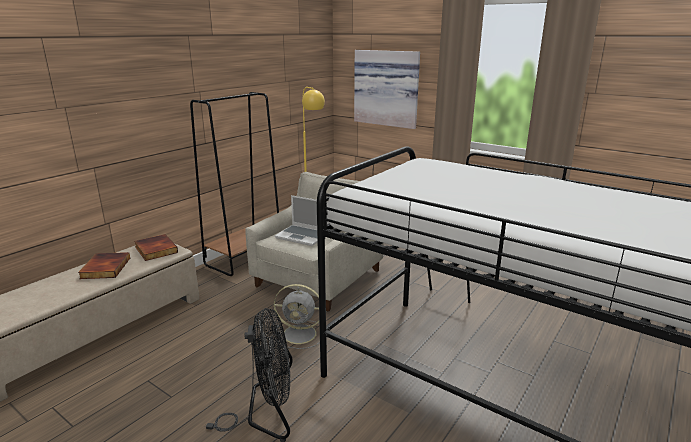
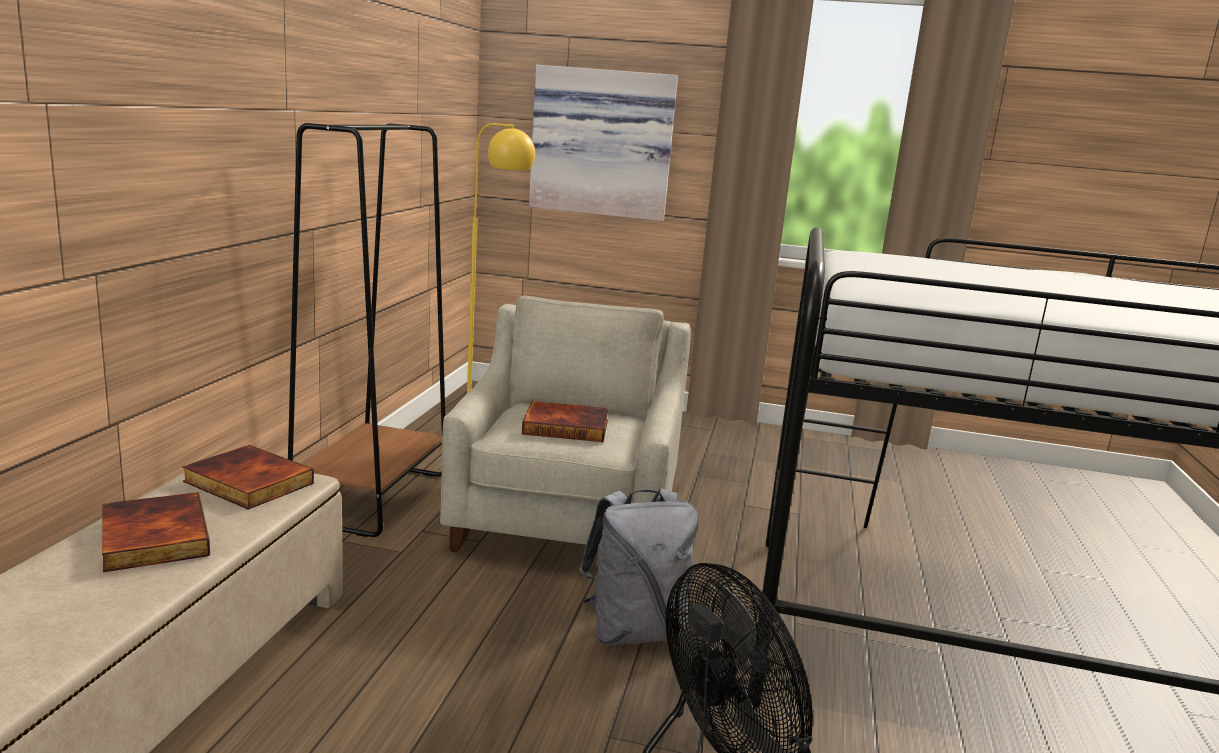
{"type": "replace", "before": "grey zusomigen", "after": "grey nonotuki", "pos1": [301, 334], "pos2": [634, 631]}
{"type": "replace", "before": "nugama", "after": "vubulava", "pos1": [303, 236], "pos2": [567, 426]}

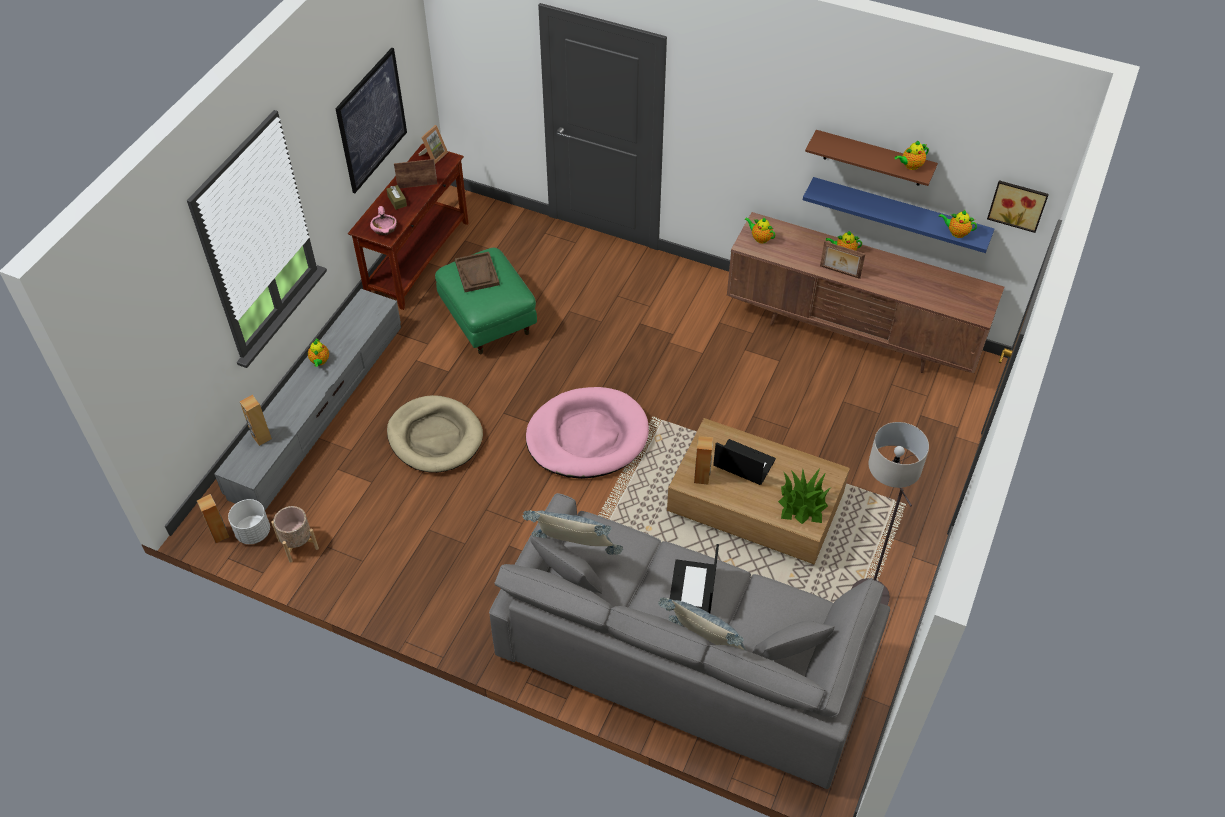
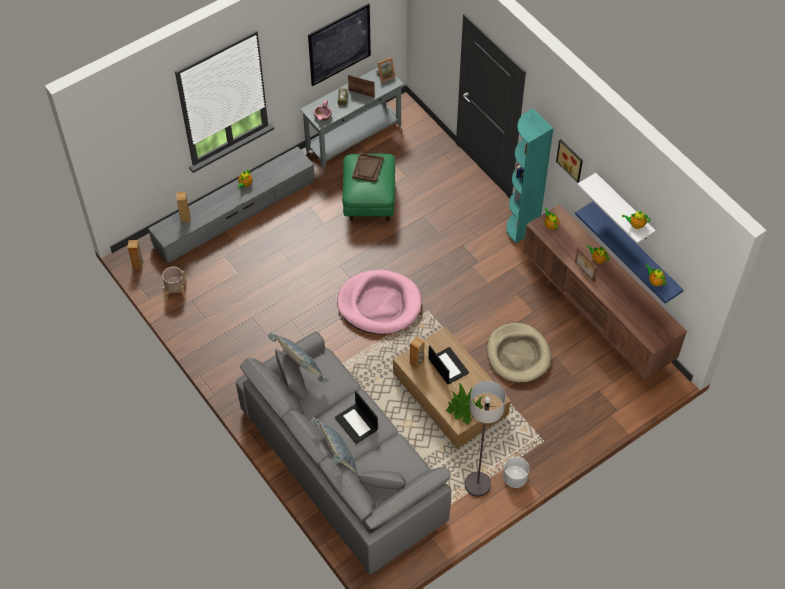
{"type": "insert", "after": "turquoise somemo", "pos2": [519, 229]}
{"type": "move", "before": "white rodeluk", "pos1": [253, 532], "pos2": [515, 478]}
{"type": "move", "before": "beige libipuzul", "pos1": [435, 437], "pos2": [518, 355]}
{"type": "move", "before": "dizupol", "pos1": [1018, 204], "pos2": [571, 159]}
{"type": "recolor", "before": "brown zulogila", "after": "grey zulogila", "pos1": [418, 258], "pos2": [354, 137]}
{"type": "recolor", "before": "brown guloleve", "after": "white guloleve", "pos1": [873, 158], "pos2": [623, 208]}
{"type": "rotate", "before": "nugama", "pos1": [693, 588], "pos2": [357, 424], "turn": -75}

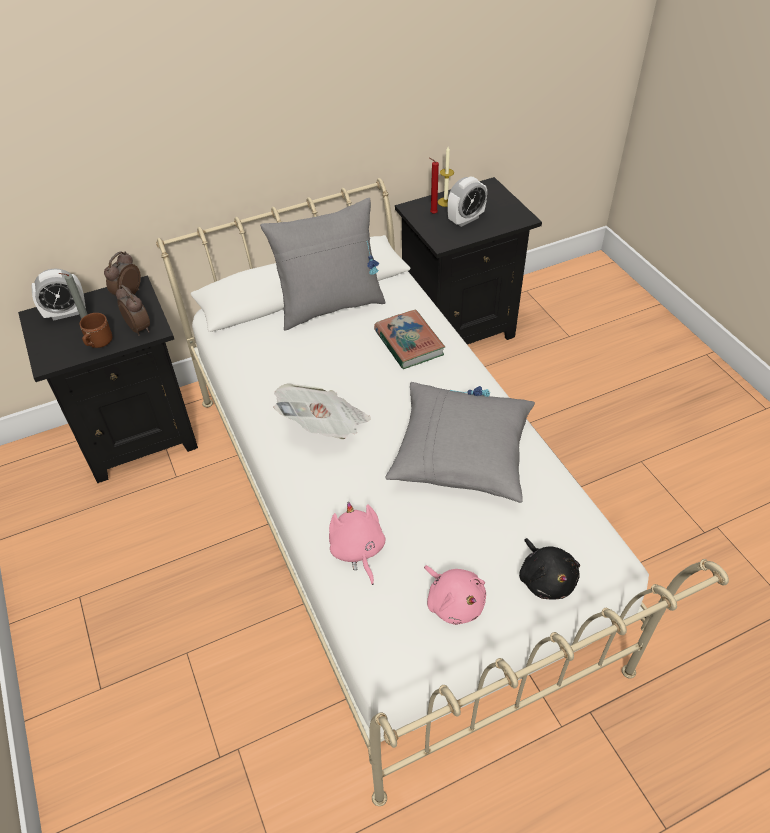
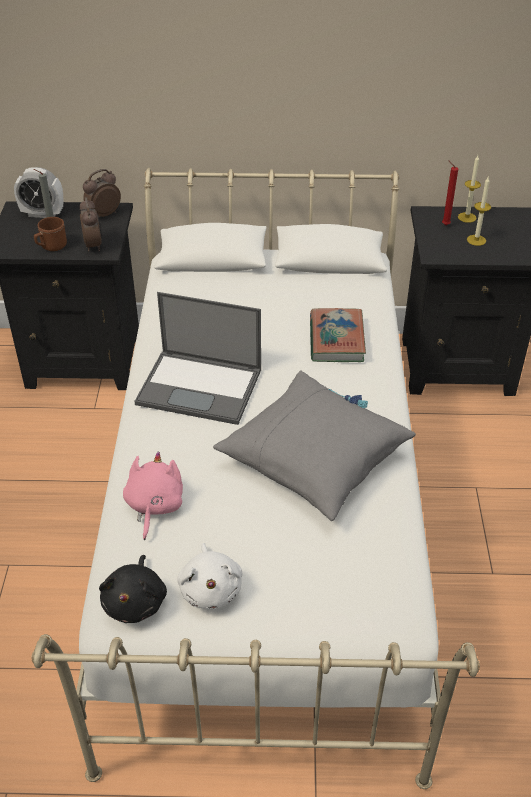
{"type": "delete", "before": "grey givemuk", "pos1": [330, 307]}
{"type": "move", "before": "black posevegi", "pos1": [546, 578], "pos2": [136, 602]}
{"type": "replace", "before": "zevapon", "after": "nugama", "pos1": [325, 426], "pos2": [201, 387]}
{"type": "replace", "before": "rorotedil", "after": "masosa", "pos1": [466, 219], "pos2": [476, 240]}
{"type": "recolor", "before": "pink posevegi", "after": "white posevegi", "pos1": [454, 602], "pos2": [211, 588]}

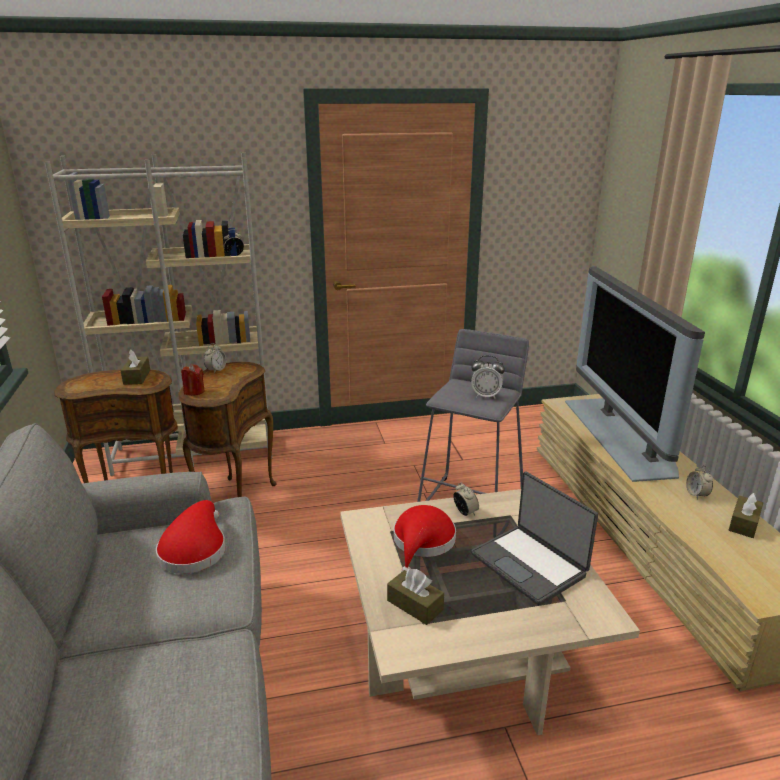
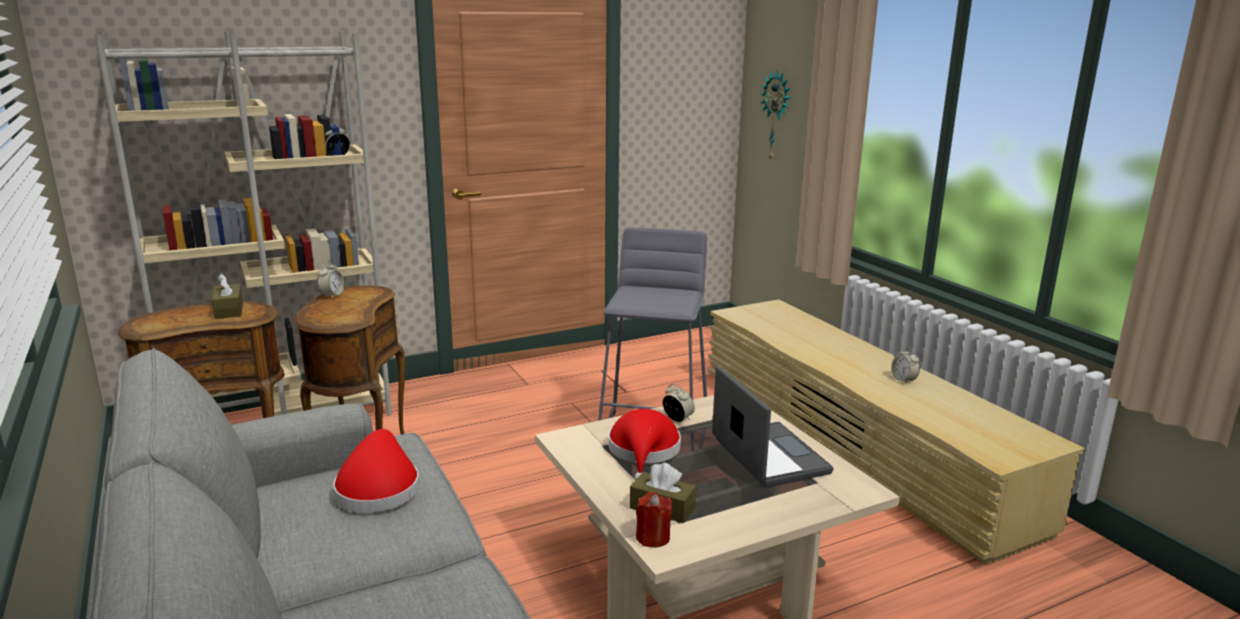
{"type": "delete", "before": "rorotedil", "pos1": [486, 396]}
{"type": "delete", "before": "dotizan", "pos1": [621, 436]}
{"type": "delete", "before": "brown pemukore", "pos1": [744, 524]}
{"type": "insert", "after": "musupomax", "pos2": [776, 116]}
{"type": "move", "before": "red masosa", "pos1": [194, 391], "pos2": [653, 537]}
{"type": "rotate", "before": "nugama", "pos1": [530, 564], "pos2": [767, 456], "turn": -150}

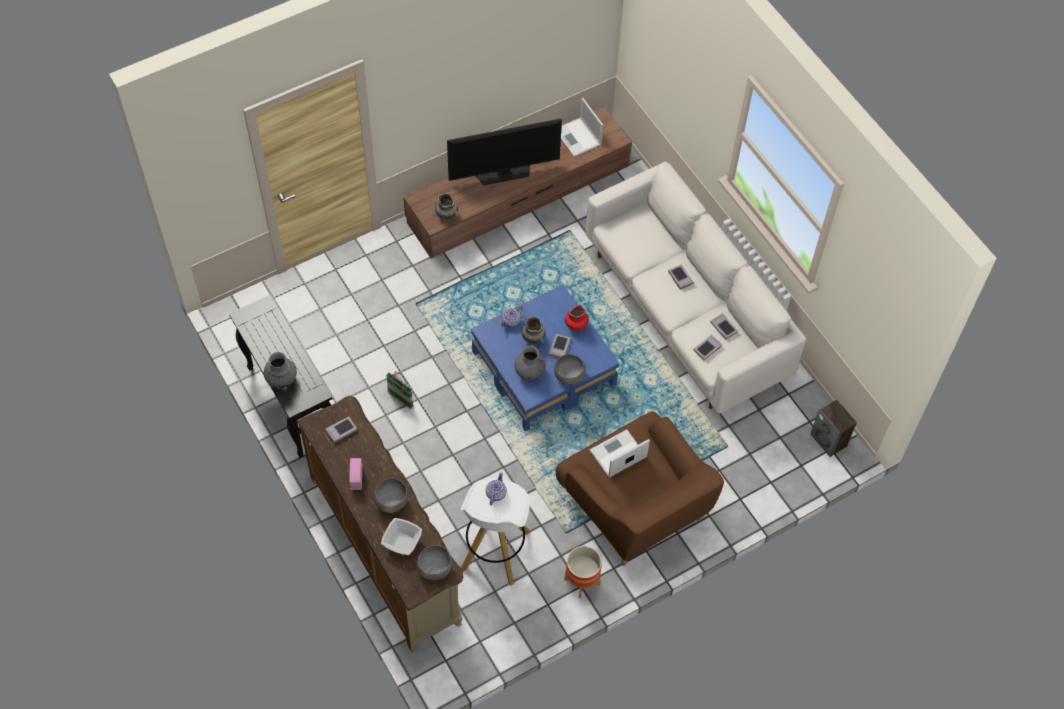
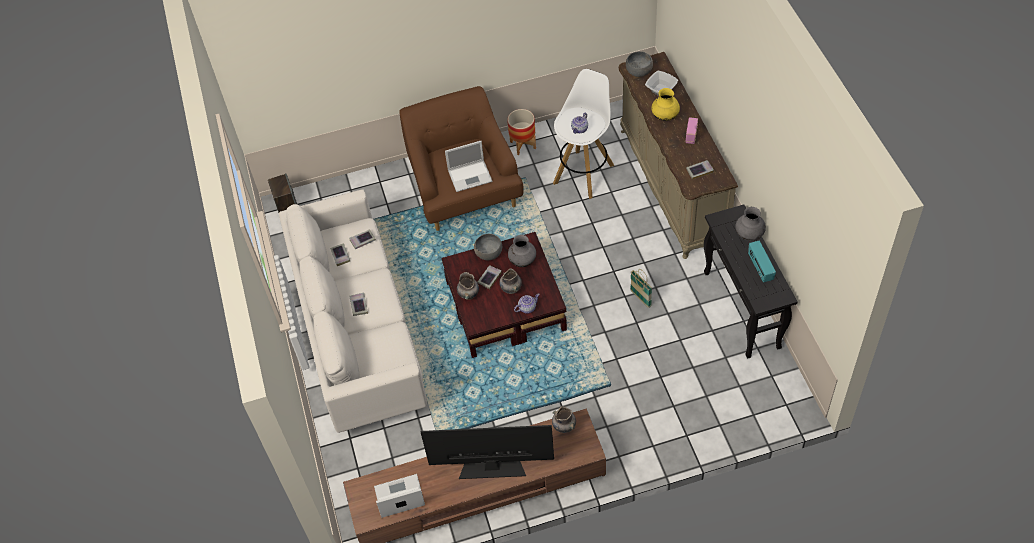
{"type": "insert", "after": "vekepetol", "pos2": [760, 268]}
{"type": "replace", "before": "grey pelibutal", "after": "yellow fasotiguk", "pos1": [391, 501], "pos2": [665, 116]}
{"type": "recolor", "before": "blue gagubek", "after": "brown gagubek", "pos1": [545, 368], "pos2": [504, 305]}
{"type": "recolor", "before": "red fasotiguk", "after": "grey fasotiguk", "pos1": [575, 325], "pos2": [469, 295]}
{"type": "rotate", "before": "nugama", "pos1": [578, 138], "pos2": [398, 497], "turn": -90}

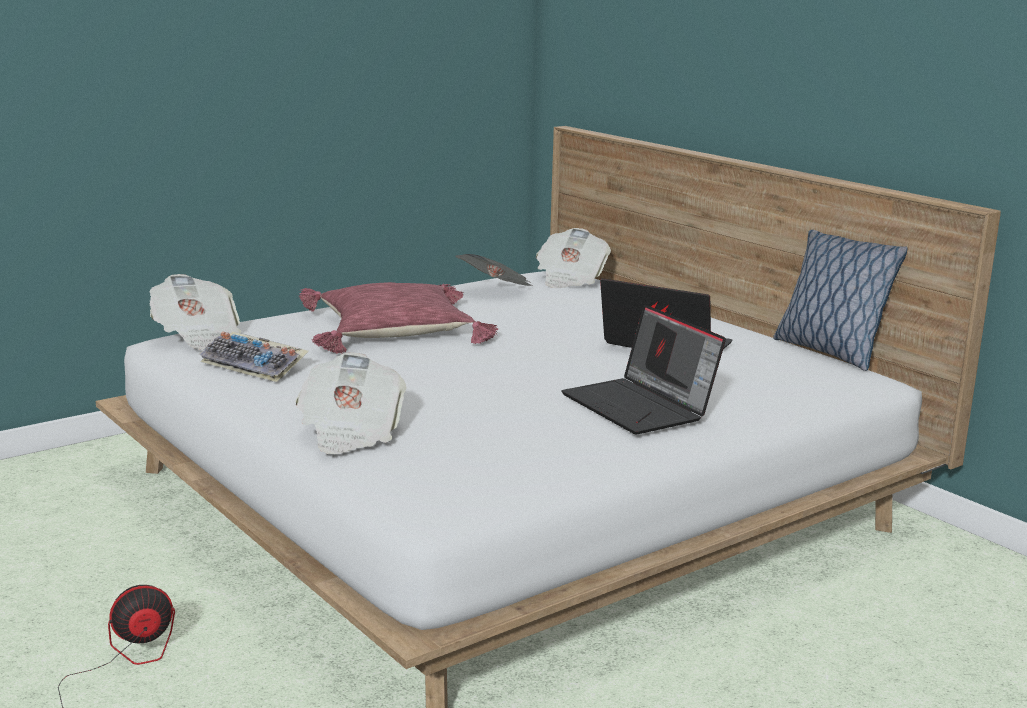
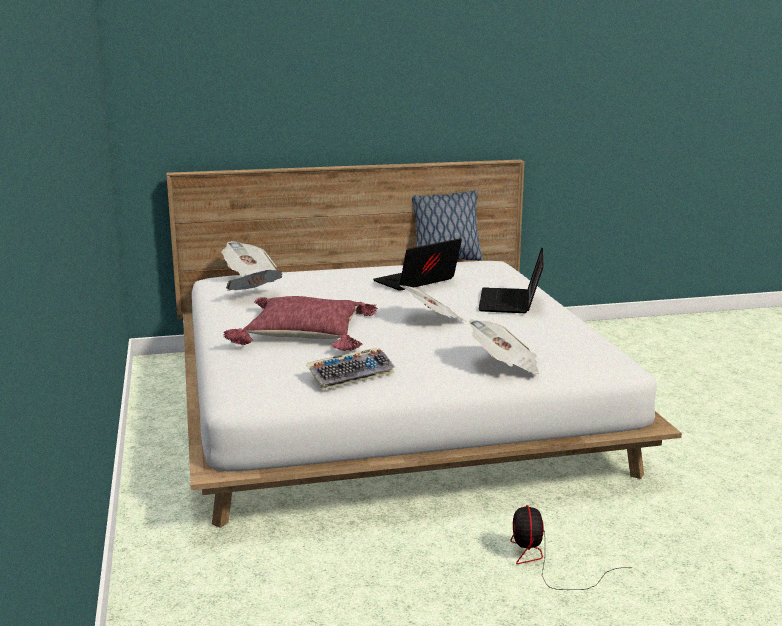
{"type": "move", "before": "zevapon", "pos1": [196, 335], "pos2": [433, 320]}
{"type": "rotate", "before": "nugama", "pos1": [641, 407], "pos2": [511, 302], "turn": 105}

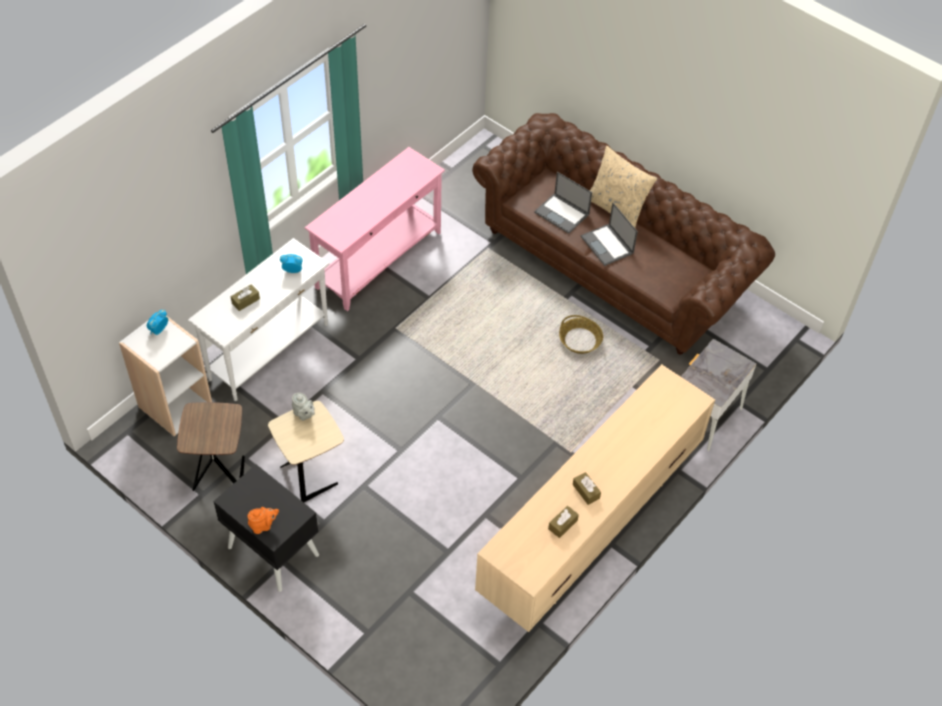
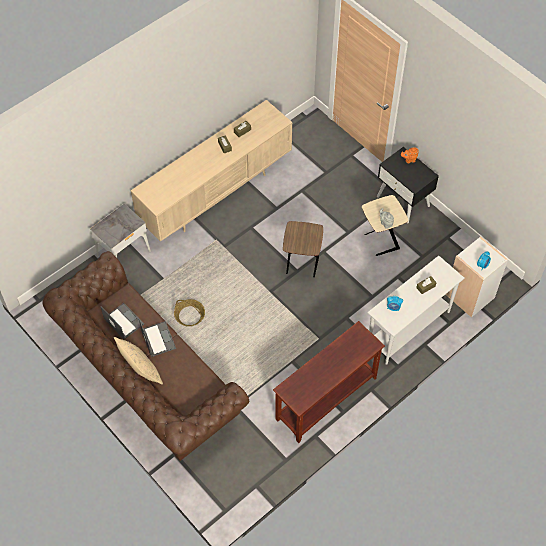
{"type": "move", "before": "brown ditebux", "pos1": [219, 472], "pos2": [302, 265]}
{"type": "move", "before": "nugama", "pos1": [562, 213], "pos2": [123, 321]}
{"type": "recolor", "before": "pink zulogila", "after": "brown zulogila", "pos1": [379, 259], "pos2": [326, 399]}

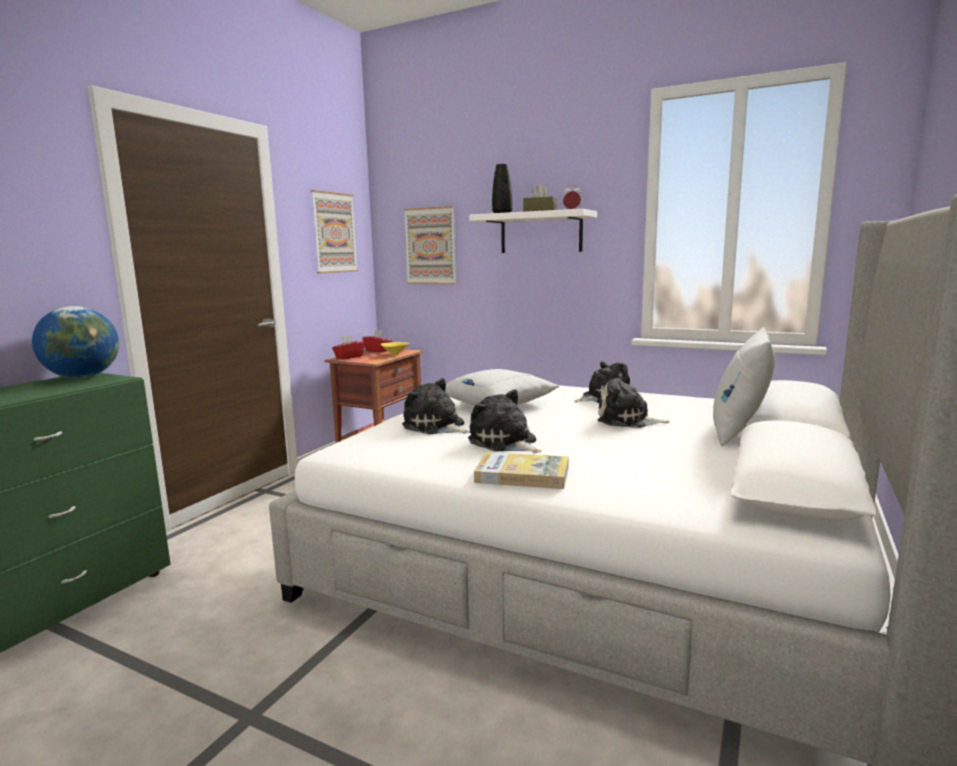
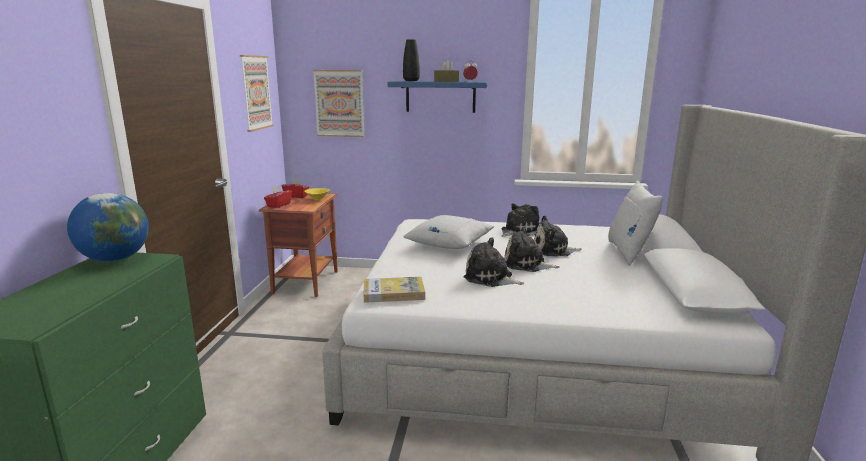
{"type": "move", "before": "posevegi", "pos1": [436, 426], "pos2": [527, 264]}
{"type": "move", "before": "vubulava", "pos1": [522, 475], "pos2": [393, 292]}
{"type": "recolor", "before": "white guloleve", "after": "blue guloleve", "pos1": [541, 233], "pos2": [440, 96]}

